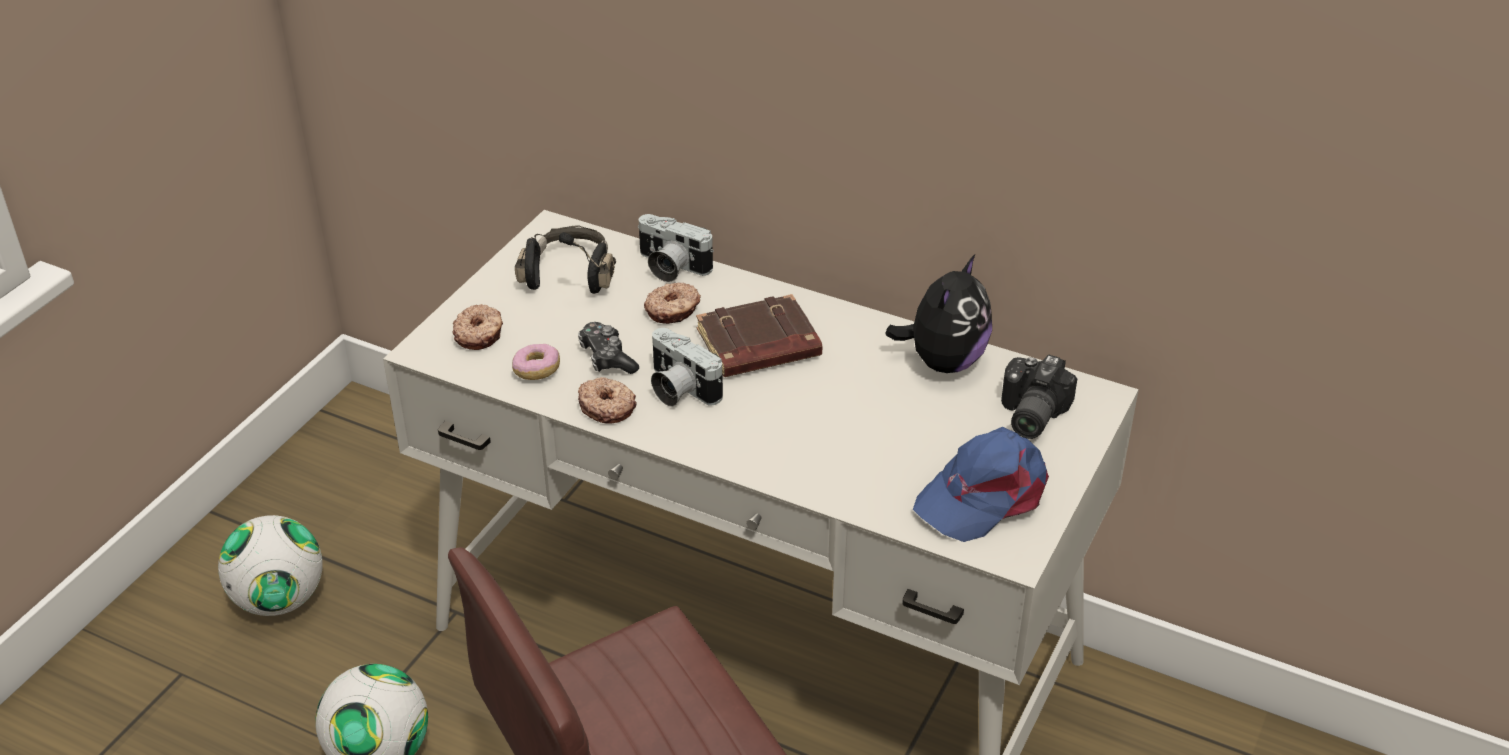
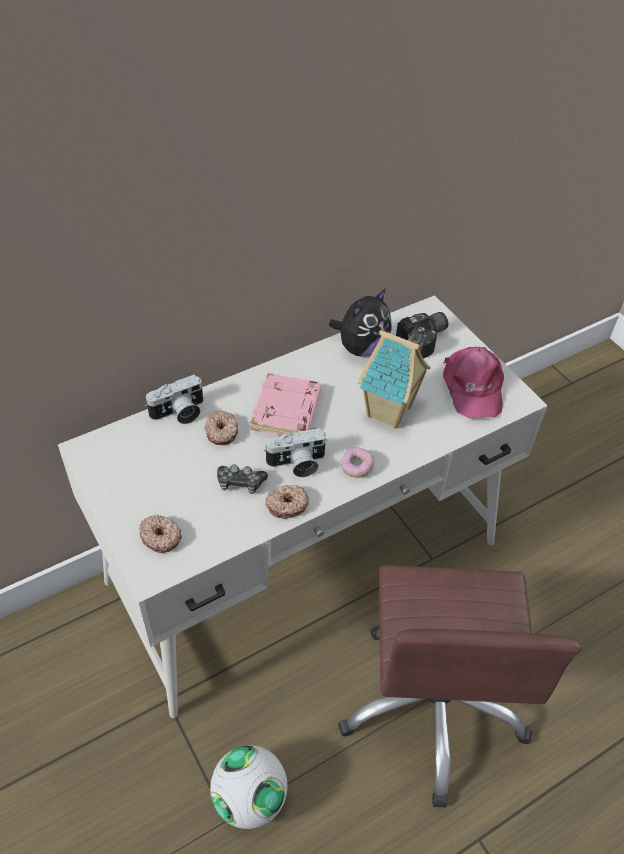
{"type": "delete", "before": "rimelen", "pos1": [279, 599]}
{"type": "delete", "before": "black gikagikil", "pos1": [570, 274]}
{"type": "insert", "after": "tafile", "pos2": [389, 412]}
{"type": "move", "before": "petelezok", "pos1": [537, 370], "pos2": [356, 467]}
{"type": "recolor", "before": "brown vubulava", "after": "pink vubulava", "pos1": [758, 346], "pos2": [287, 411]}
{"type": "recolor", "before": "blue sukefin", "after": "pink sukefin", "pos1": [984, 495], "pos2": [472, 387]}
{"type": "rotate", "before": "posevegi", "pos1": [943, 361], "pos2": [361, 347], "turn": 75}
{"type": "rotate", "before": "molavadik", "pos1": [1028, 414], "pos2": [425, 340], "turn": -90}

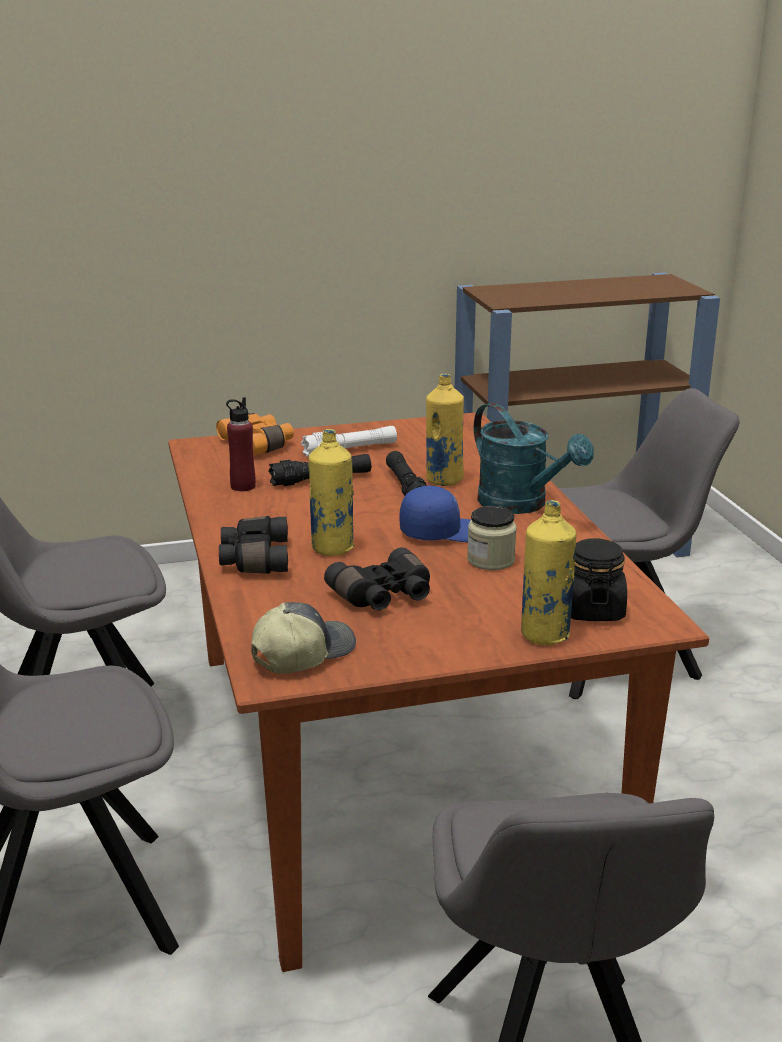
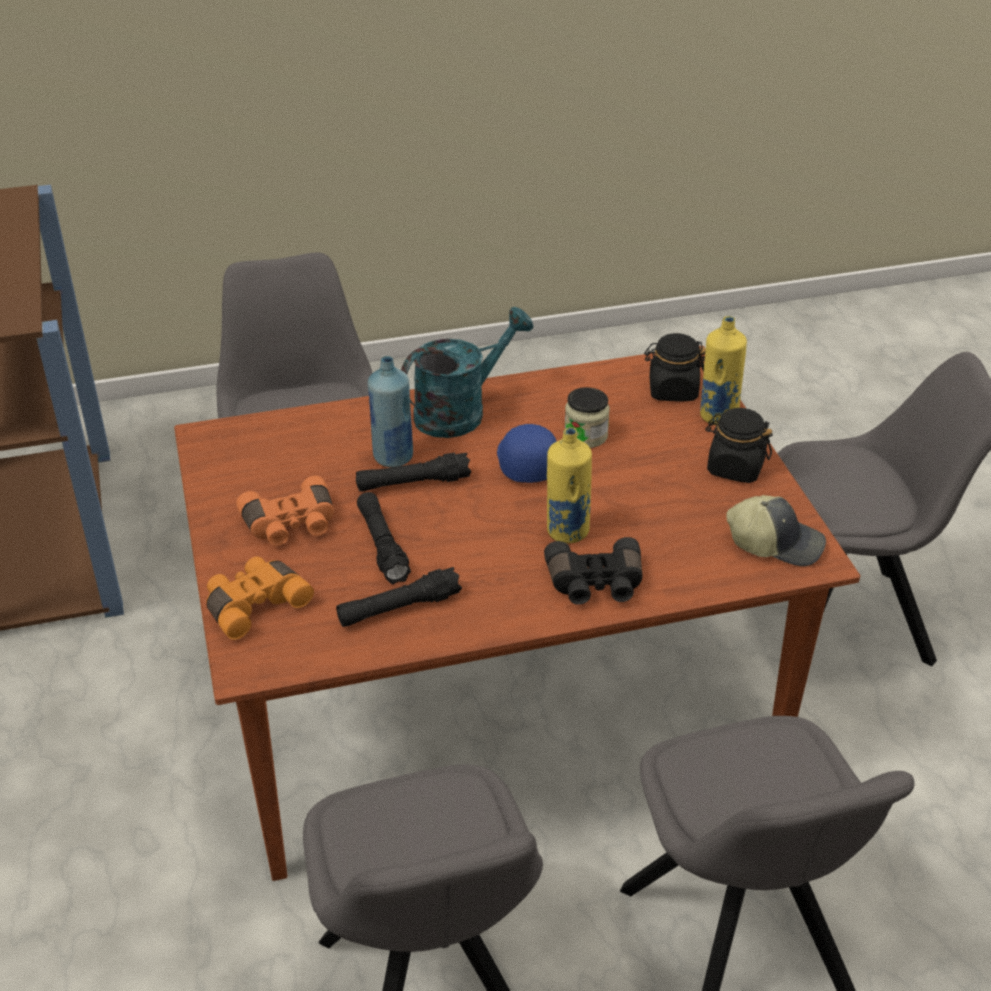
{"type": "delete", "before": "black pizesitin", "pos1": [384, 596]}
{"type": "insert", "after": "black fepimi", "pos2": [735, 468]}
{"type": "replace", "before": "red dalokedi", "after": "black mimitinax", "pos1": [243, 486], "pos2": [399, 608]}
{"type": "replace", "before": "white mimitinax", "after": "orange pizesitin", "pos1": [350, 450], "pos2": [291, 525]}
{"type": "recolor", "before": "yellow dalokedi", "after": "blue dalokedi", "pos1": [444, 480], "pos2": [393, 457]}
{"type": "rotate", "before": "sukefin", "pos1": [302, 653], "pos2": [775, 542], "turn": 150}

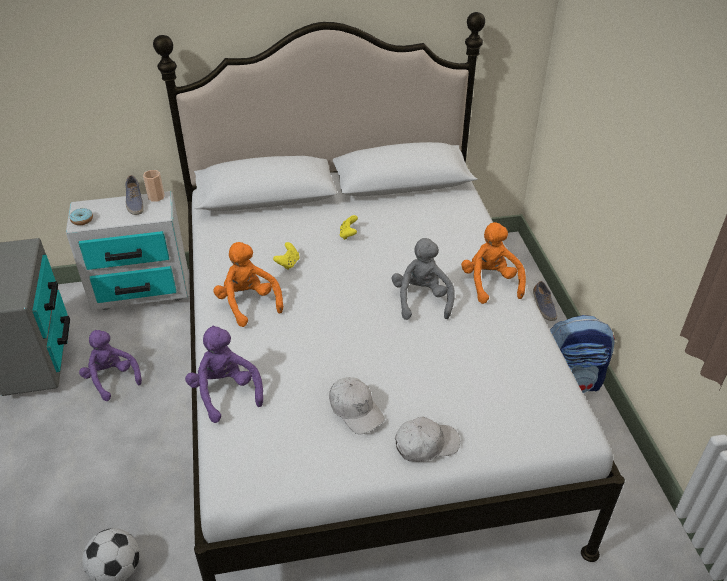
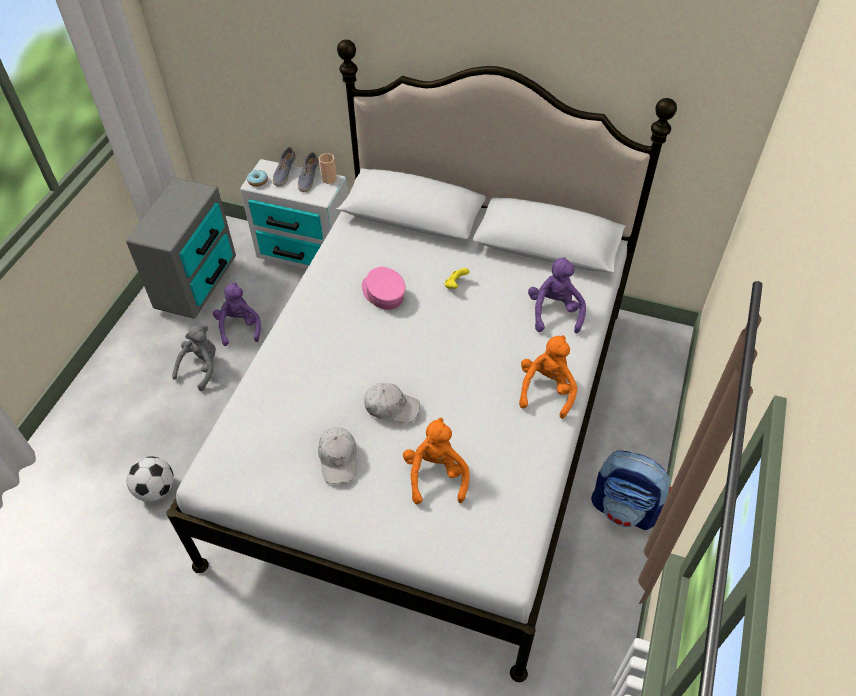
{"type": "move", "before": "purple posevegi", "pos1": [225, 392], "pos2": [554, 312]}
{"type": "move", "before": "orange posevegi", "pos1": [248, 303], "pos2": [436, 474]}
{"type": "move", "before": "grey posevegi", "pos1": [421, 299], "pos2": [201, 367]}
{"type": "move", "before": "white sukefin", "pos1": [426, 444], "pos2": [391, 407]}
{"type": "move", "before": "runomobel", "pos1": [543, 307], "pos2": [284, 173]}
{"type": "replace", "before": "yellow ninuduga", "after": "pink sukefin", "pos1": [288, 263], "pos2": [383, 294]}

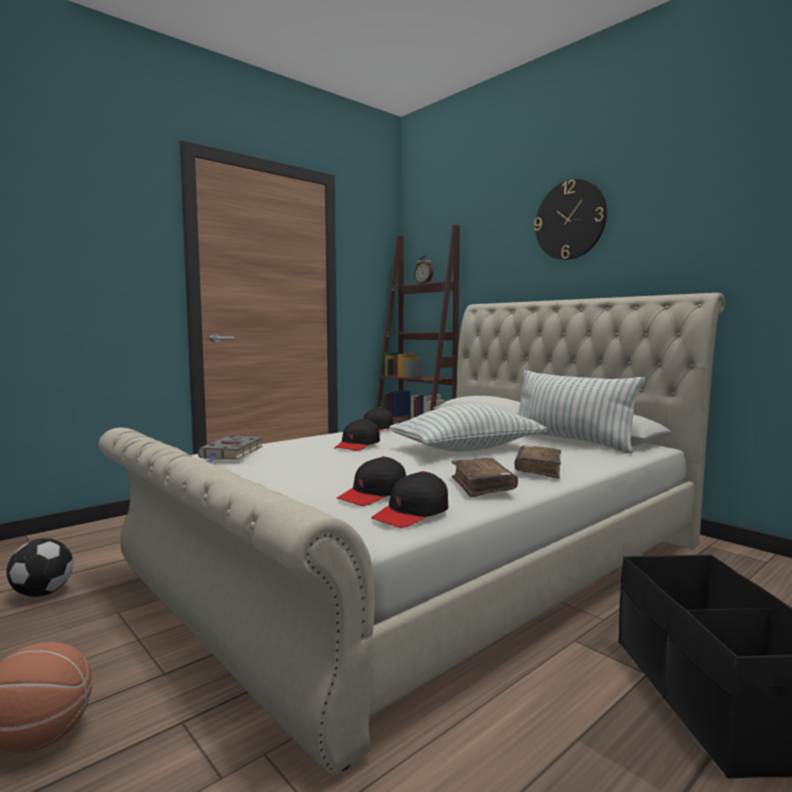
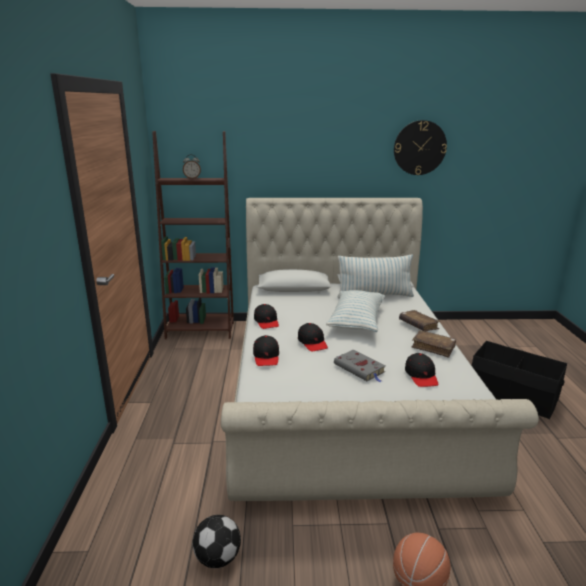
{"type": "move", "before": "grey vubulava", "pos1": [231, 453], "pos2": [360, 369]}
{"type": "move", "before": "black sukefin", "pos1": [411, 514], "pos2": [266, 356]}
{"type": "move", "before": "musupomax", "pos1": [570, 220], "pos2": [419, 148]}

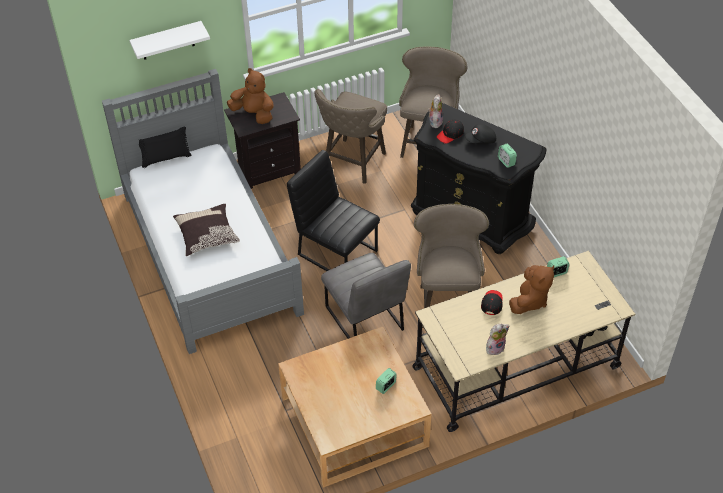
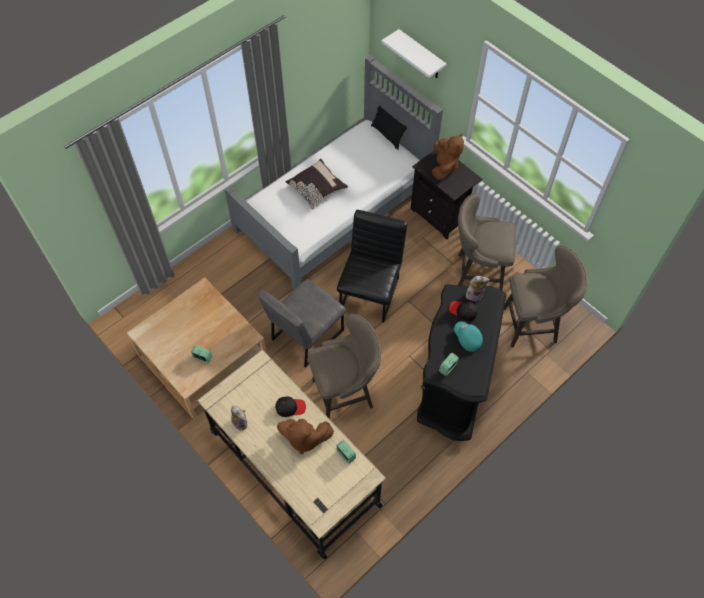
{"type": "recolor", "before": "black sukefin", "after": "turquoise sukefin", "pos1": [481, 140], "pos2": [467, 339]}

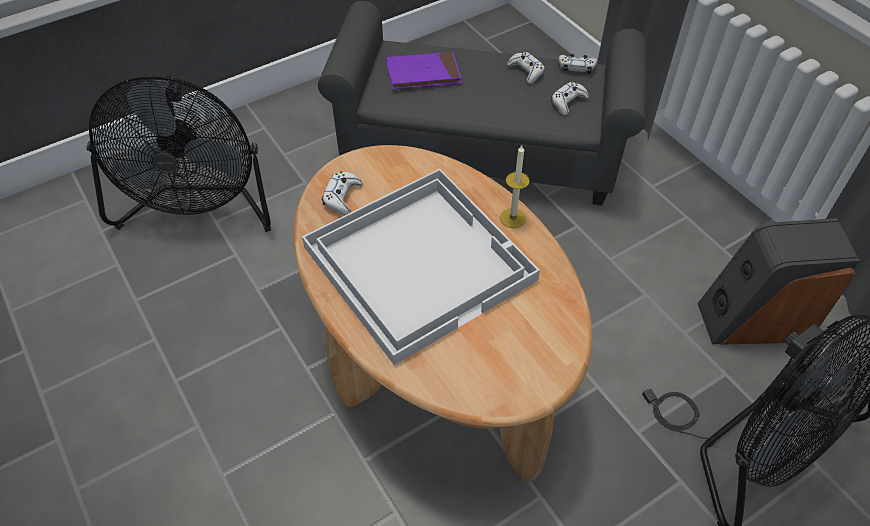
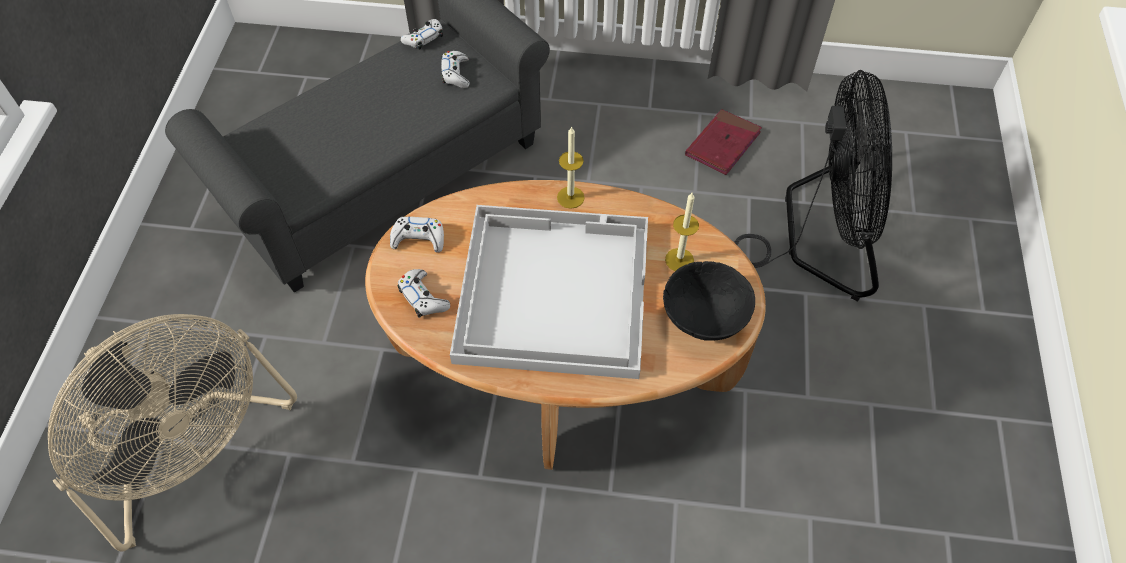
{"type": "delete", "before": "purple vubulava", "pos1": [423, 74]}
{"type": "insert", "after": "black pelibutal", "pos2": [704, 318]}
{"type": "insert", "after": "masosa", "pos2": [679, 260]}
{"type": "move", "before": "white ninuduga", "pos1": [526, 71], "pos2": [418, 239]}
{"type": "replace", "before": "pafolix", "after": "red vubulava", "pos1": [752, 320], "pos2": [722, 144]}
{"type": "recolor", "before": "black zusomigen", "after": "beige zusomigen", "pos1": [194, 205], "pos2": [183, 453]}

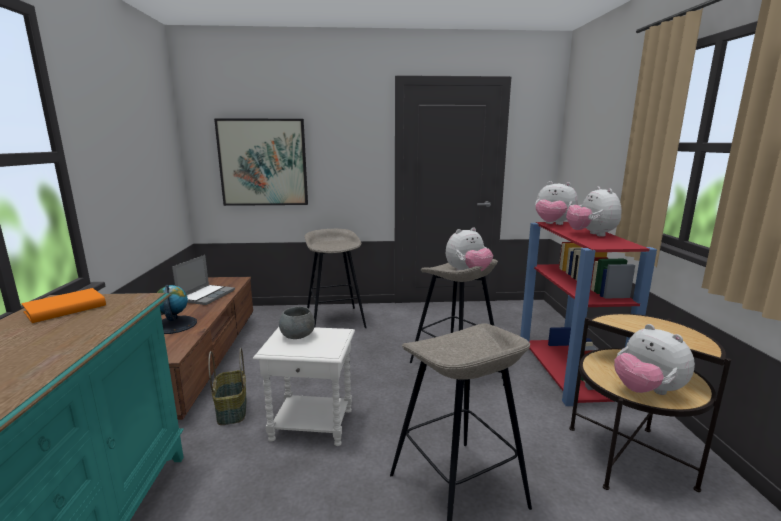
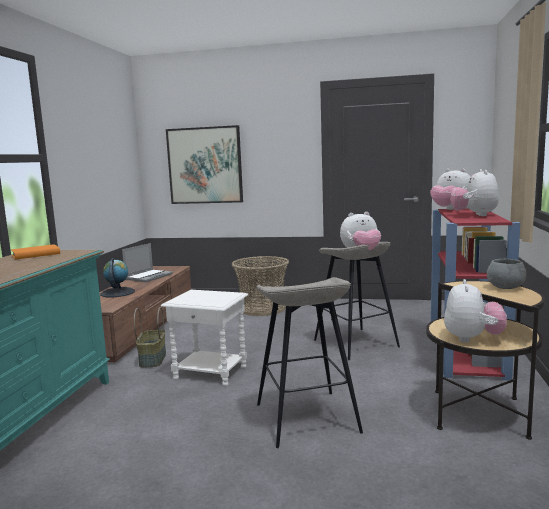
{"type": "move", "before": "grey pelibutal", "pos1": [298, 336], "pos2": [506, 287]}
{"type": "replace", "before": "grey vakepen", "after": "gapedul", "pos1": [335, 320], "pos2": [262, 308]}
{"type": "rotate", "before": "posevegi", "pos1": [646, 391], "pos2": [472, 339], "turn": -150}

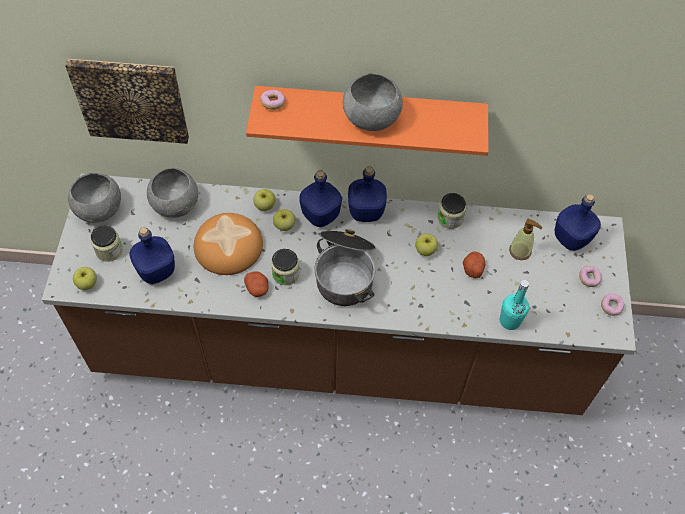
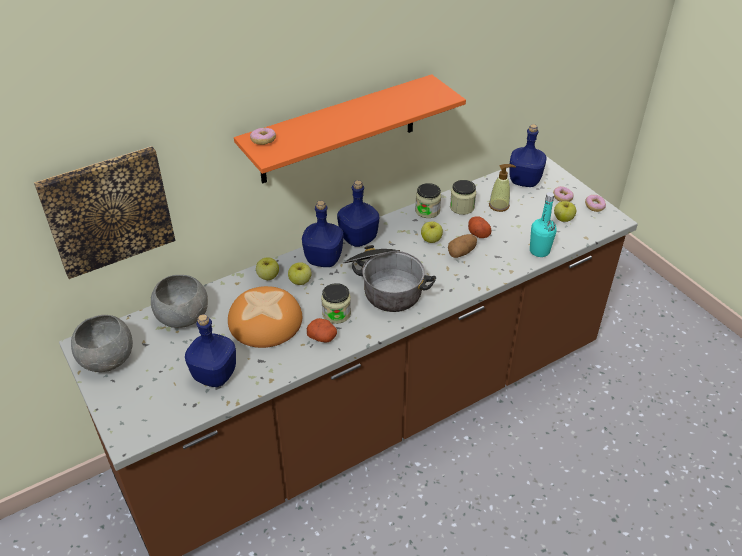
{"type": "delete", "before": "grey pelibutal", "pos1": [371, 117]}
{"type": "insert", "after": "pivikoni", "pos2": [461, 252]}
{"type": "move", "before": "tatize", "pos1": [87, 283], "pos2": [563, 219]}
{"type": "move", "before": "fepimi", "pos1": [109, 250], "pos2": [462, 207]}

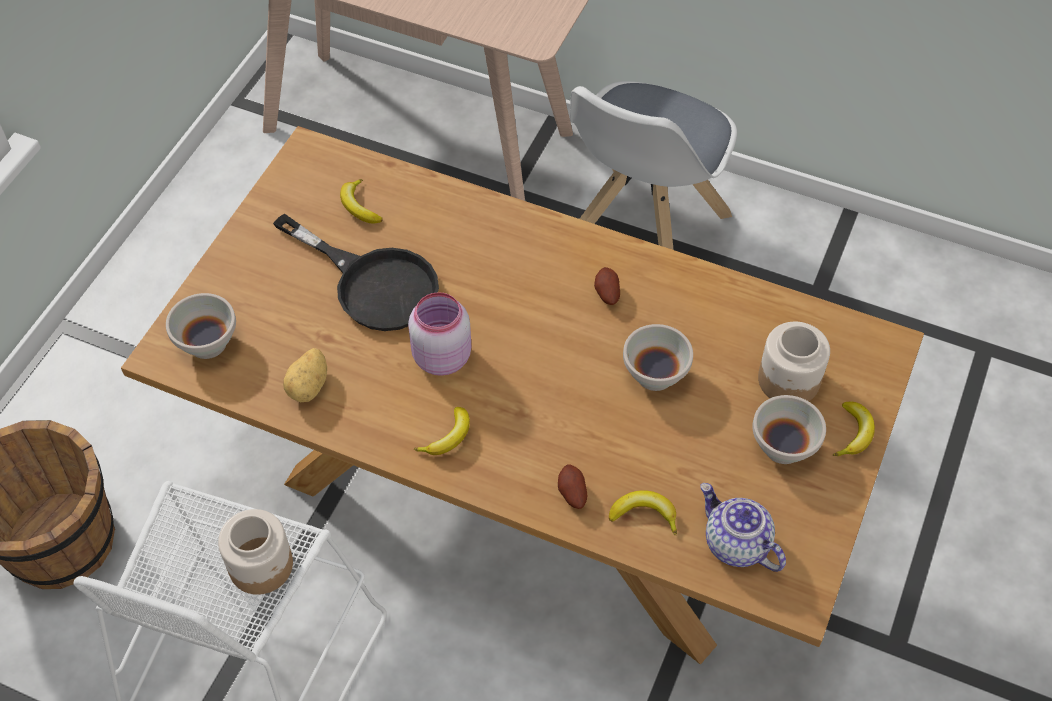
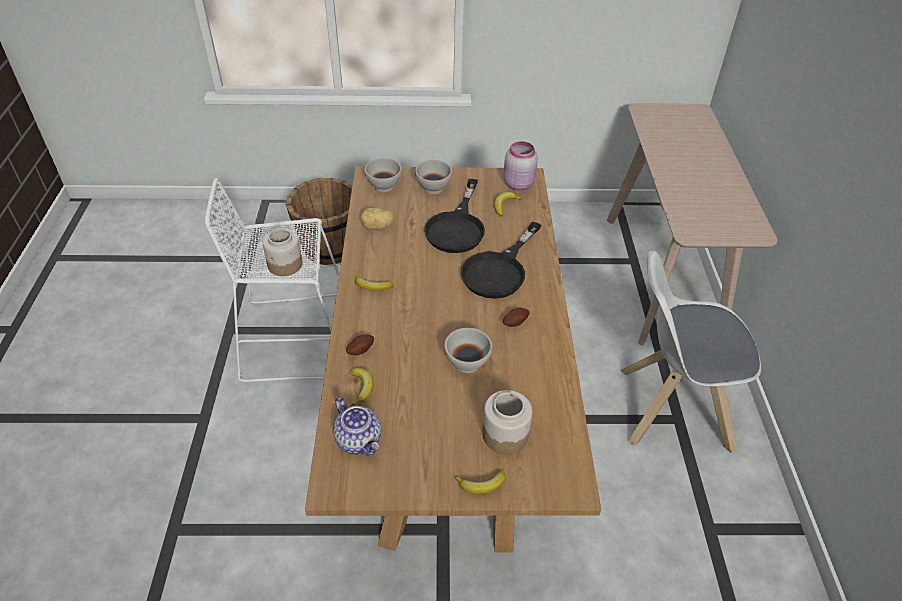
{"type": "insert", "after": "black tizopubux", "pos2": [499, 270]}
{"type": "move", "before": "pink fepimi", "pos1": [440, 356], "pos2": [518, 183]}
{"type": "move", "before": "white pelibutal", "pos1": [783, 446], "pos2": [434, 188]}
{"type": "rotate", "before": "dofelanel", "pos1": [735, 544], "pos2": [359, 440], "turn": 120}

